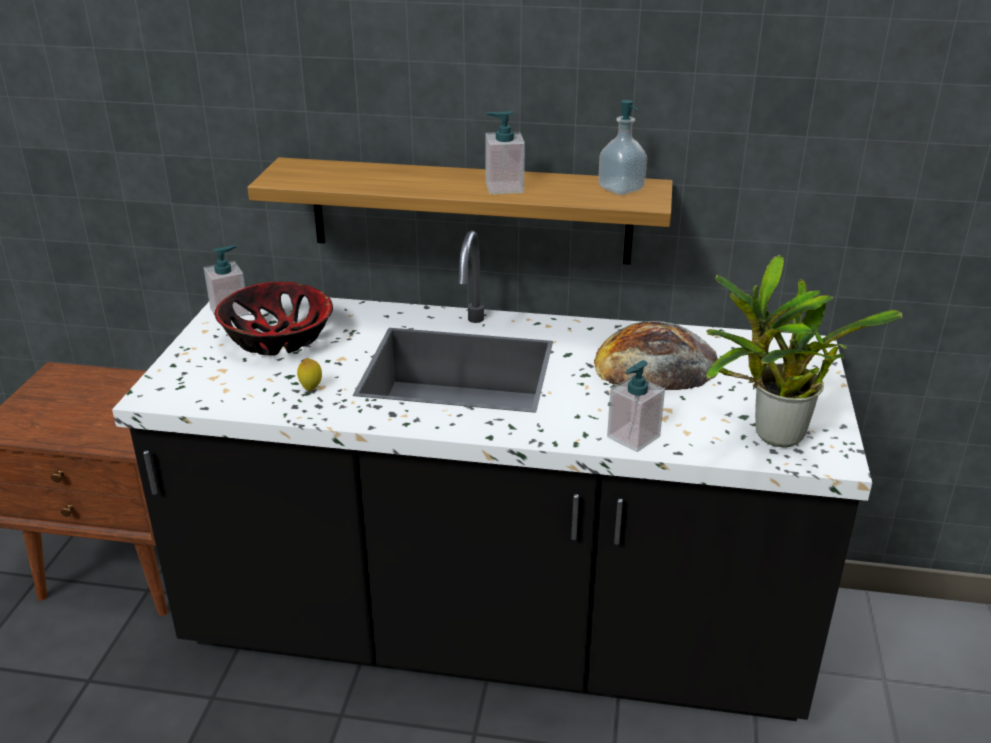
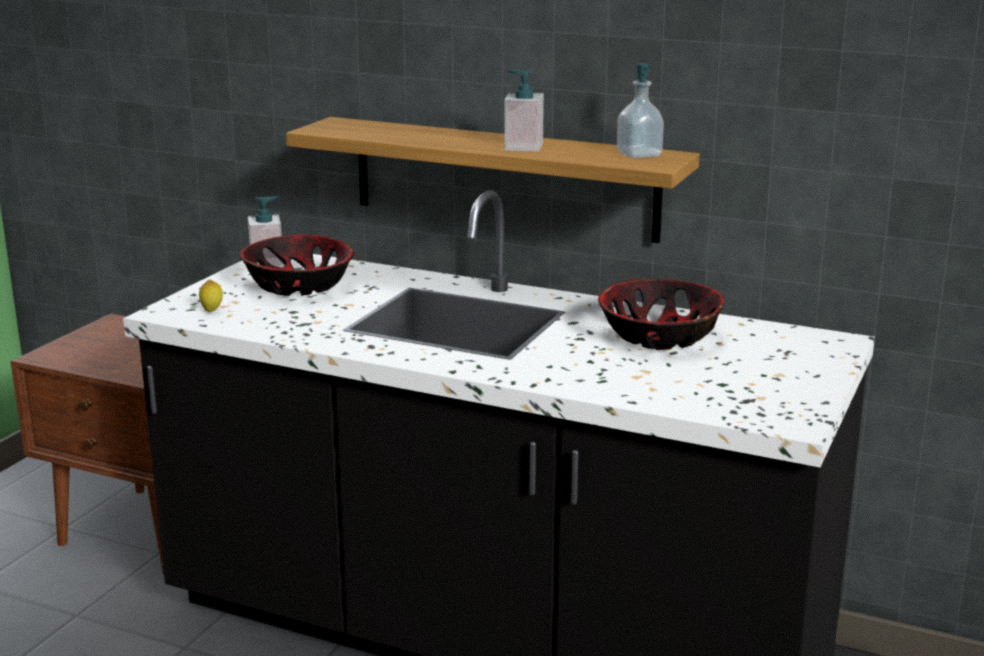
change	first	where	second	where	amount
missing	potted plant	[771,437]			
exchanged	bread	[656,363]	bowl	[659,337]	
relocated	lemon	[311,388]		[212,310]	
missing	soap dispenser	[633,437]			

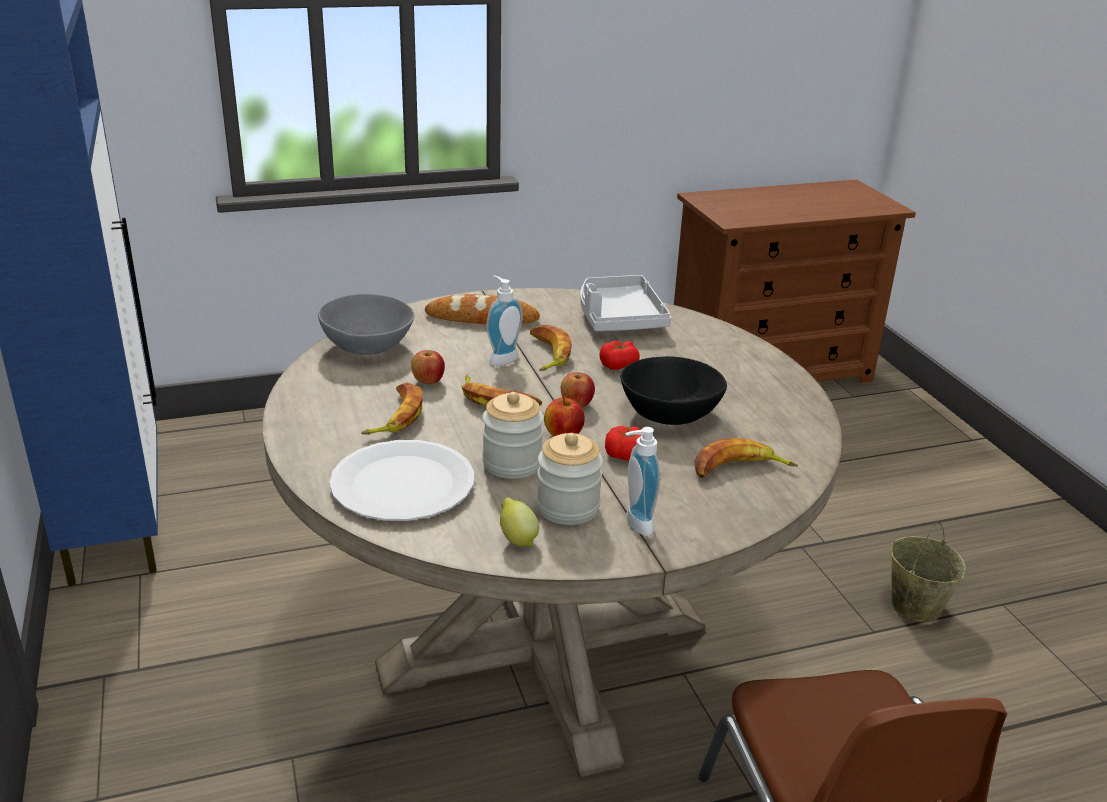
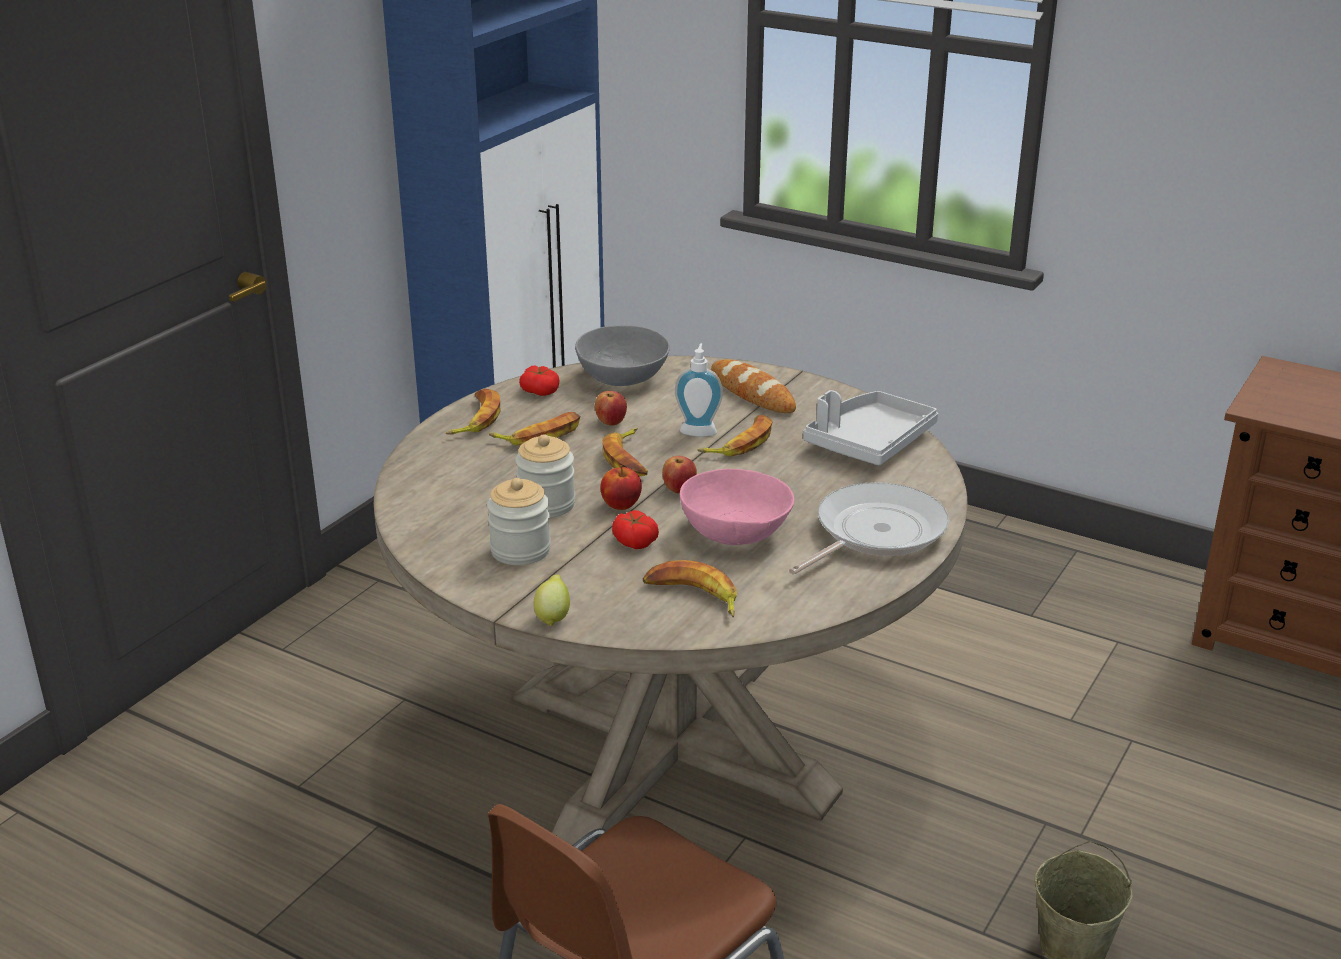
change	first	where	second	where	amount
relocated	tomato	[618,365]		[540,391]	
colour	black bowl	[669,413]	pink bowl	[735,531]	
missing	soap dispenser	[634,524]			
missing	white plate	[403,484]			
relocated	lemon	[517,539]		[553,617]	
appeared			banana	[475,419]	
appeared			frying pan	[875,533]	

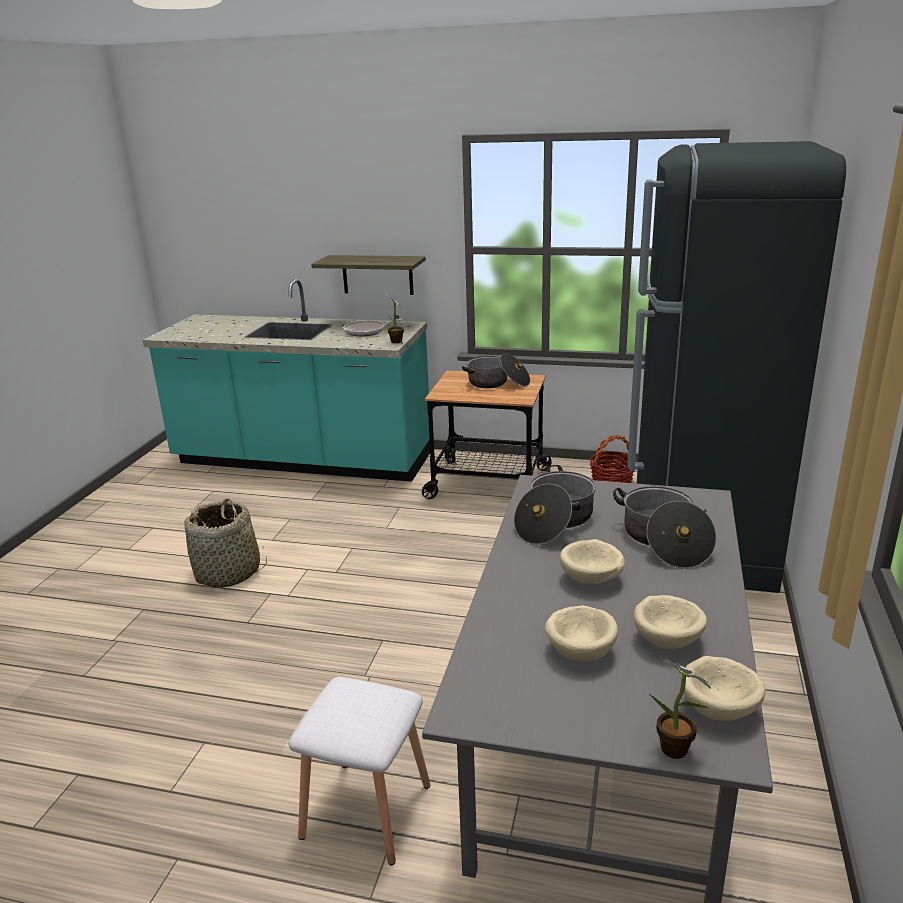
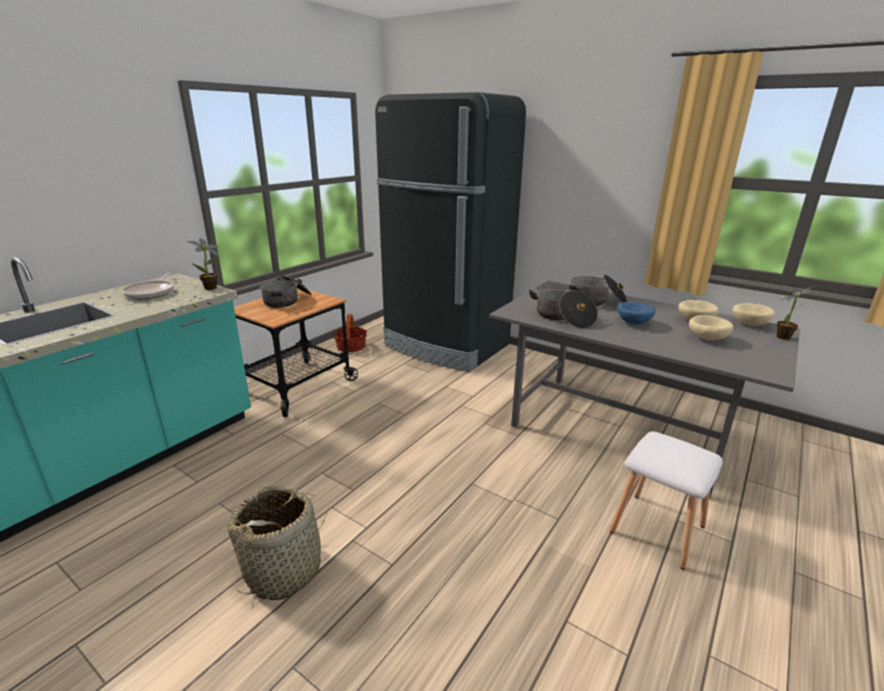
change	first	where	second	where	amount
missing	shelf	[377,274]			
colour	beige bowl	[592,579]	blue bowl	[634,322]	

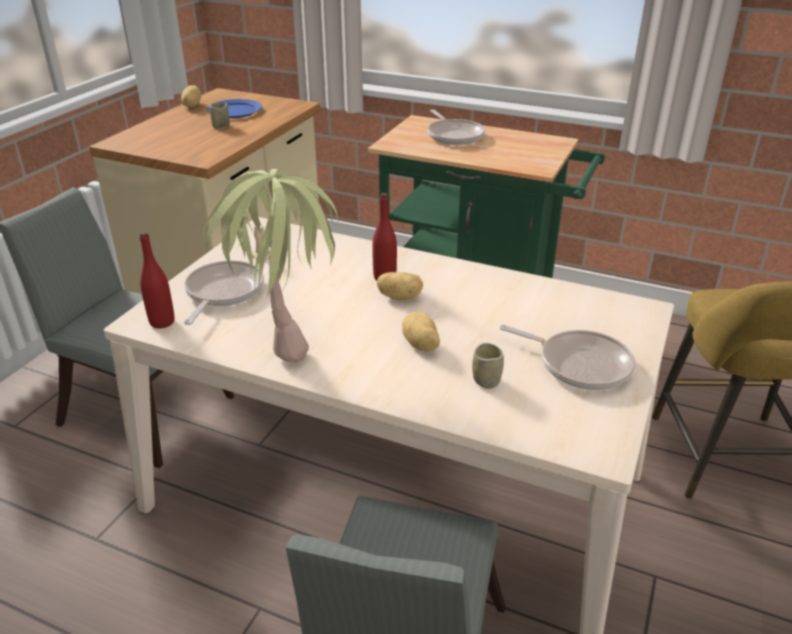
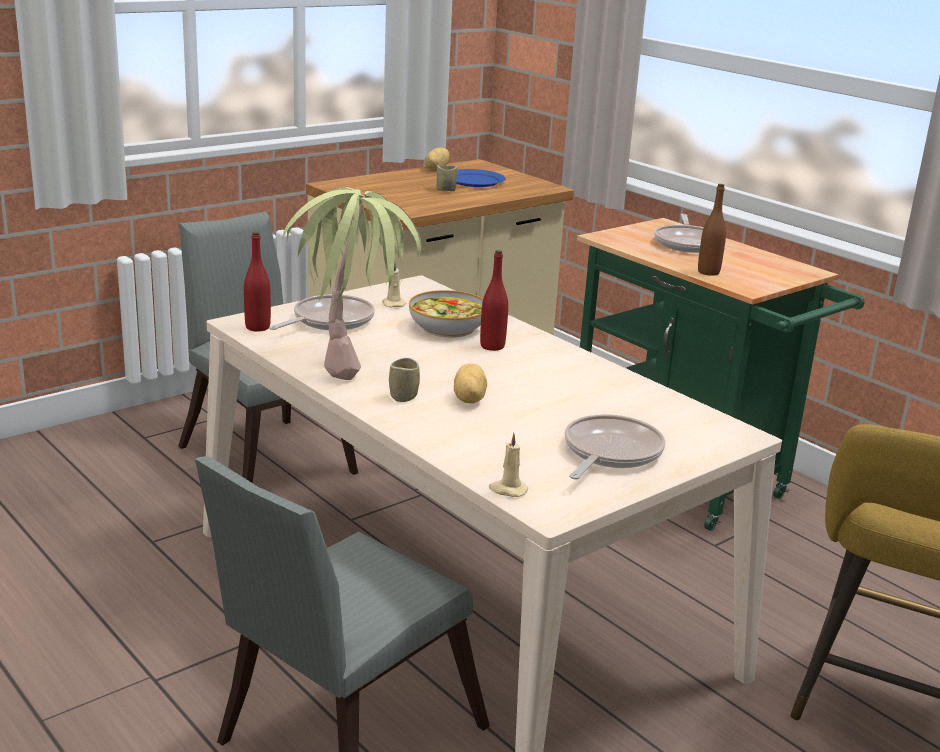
change	first	where	second	where	amount
missing	potato	[400,297]			
spun	frying pan	[579,364]		[609,452]	120 degrees counterclockwise
relocated	cup	[486,380]		[403,397]	
appeared			brown bottle	[708,272]	
appeared			bowl	[448,327]	
appeared			beige candle	[507,490]	

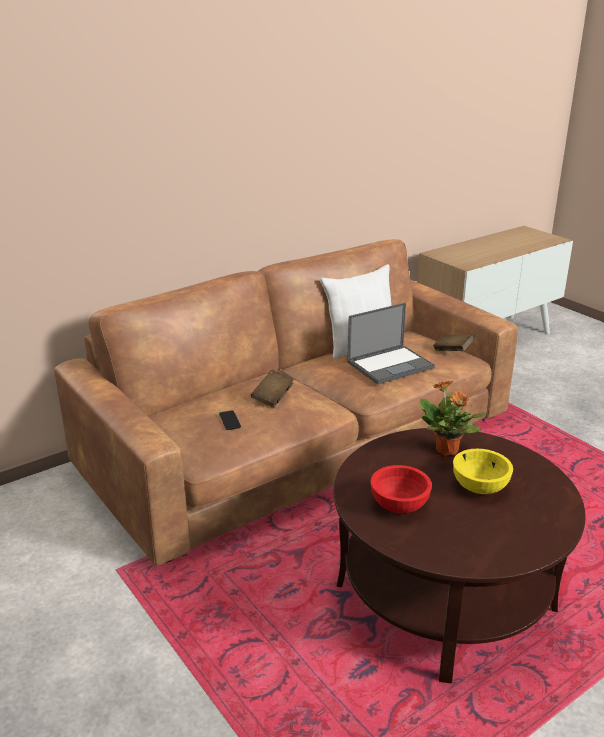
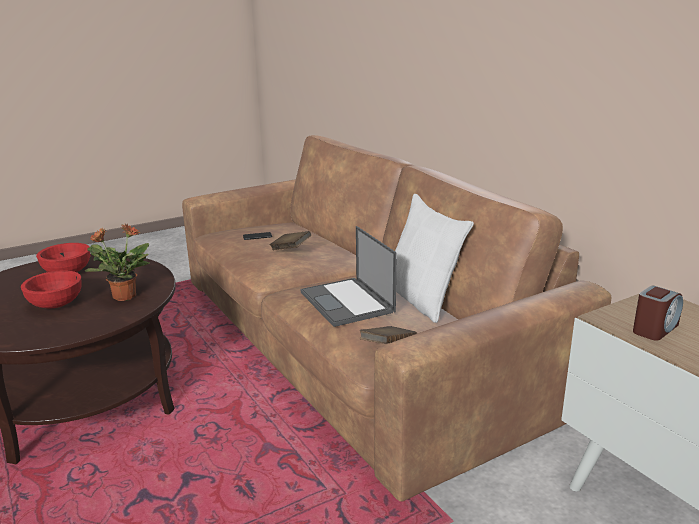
change	first	where	second	where	amount
colour	yellow bowl	[480,486]	red bowl	[56,304]	
appeared			alarm clock	[655,329]	

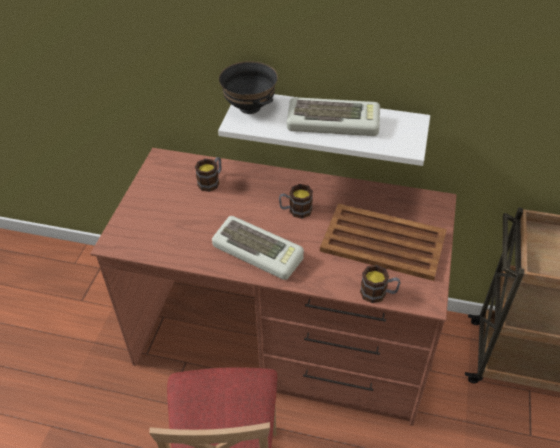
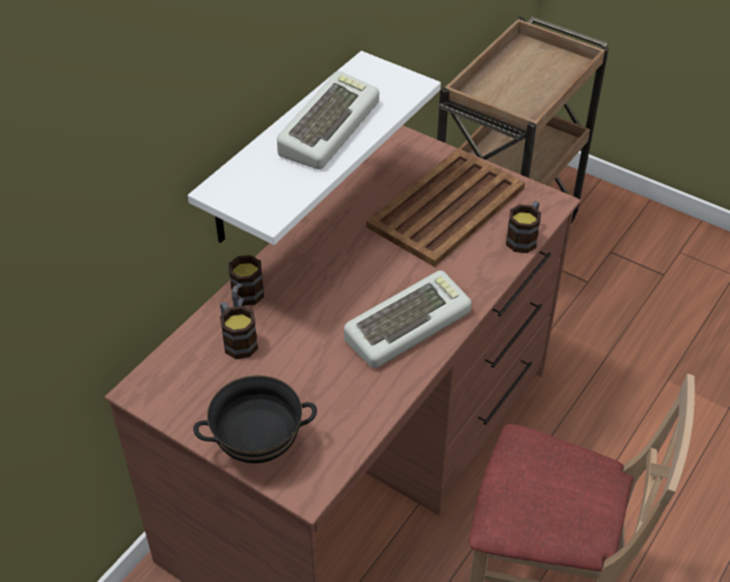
change	first	where	second	where	amount
relocated	black bowl	[249,107]		[258,448]	
relocated	mug	[295,210]		[245,299]	

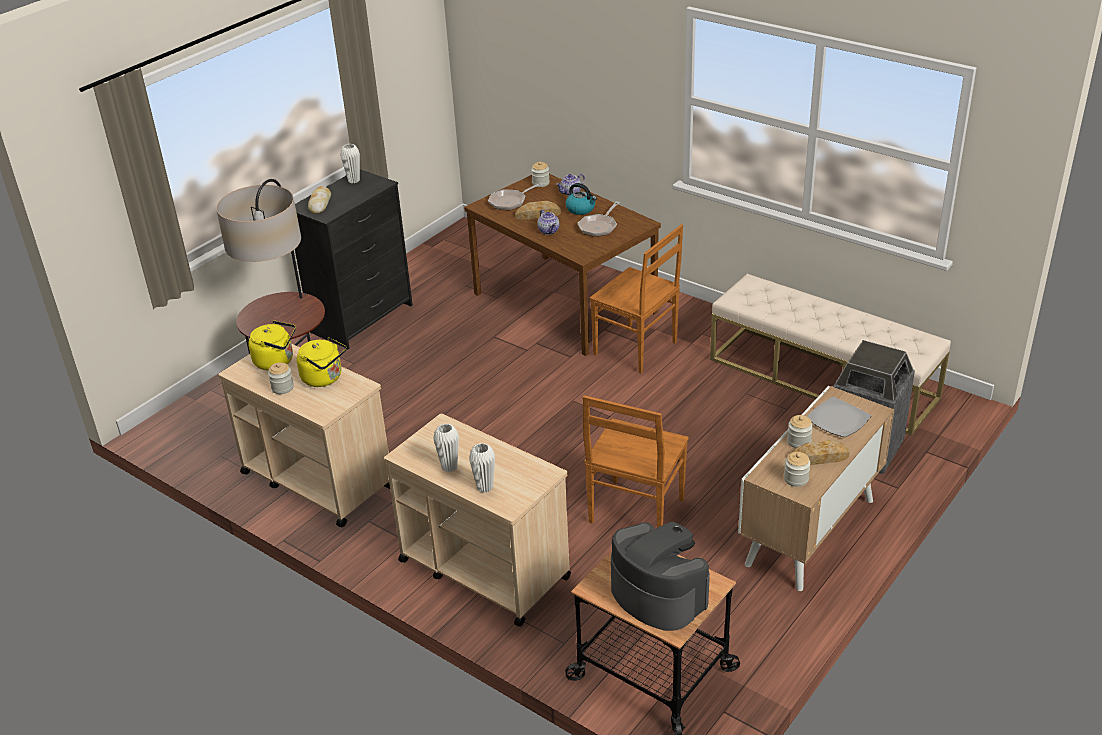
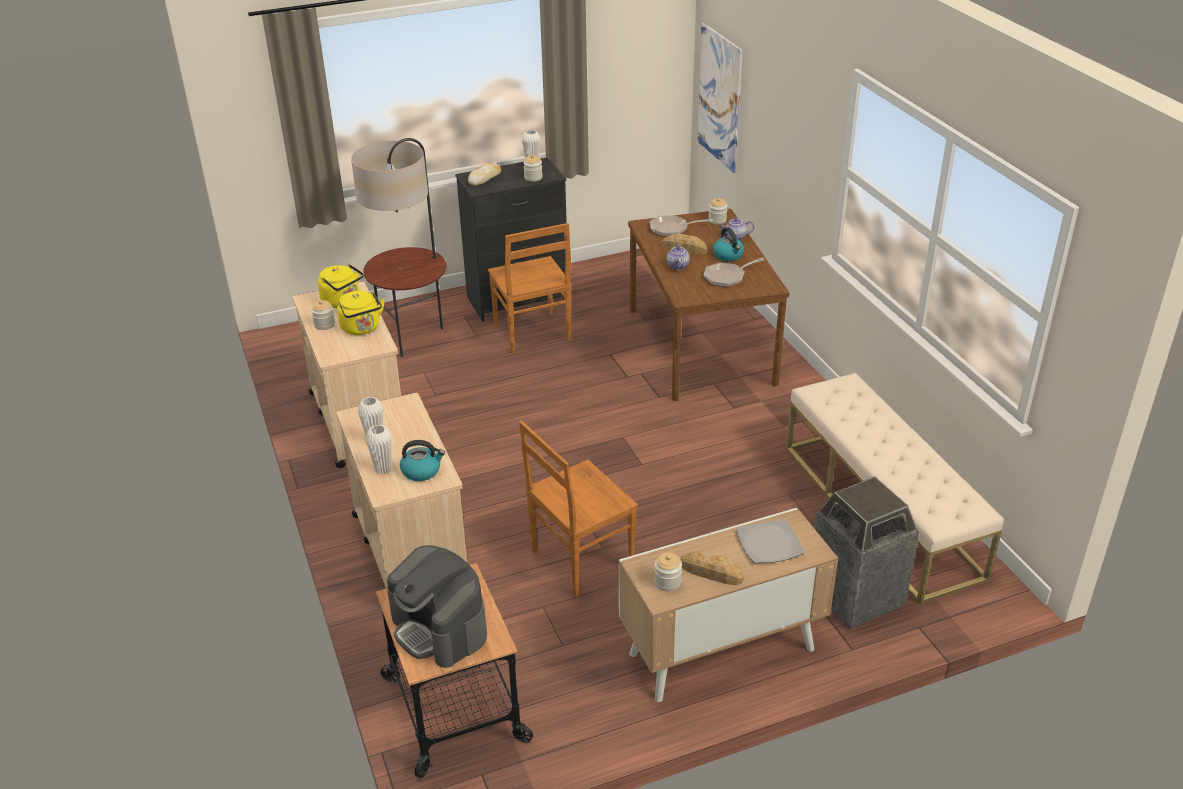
change	first	where	second	where	amount
relocated	brown chair	[637,349]		[533,334]	
relocated	jar	[799,441]		[533,177]	
spun	coffee machine	[657,594]		[440,629]	150 degrees clockwise
appeared			picture	[719,98]	
appeared			kettle	[422,471]	

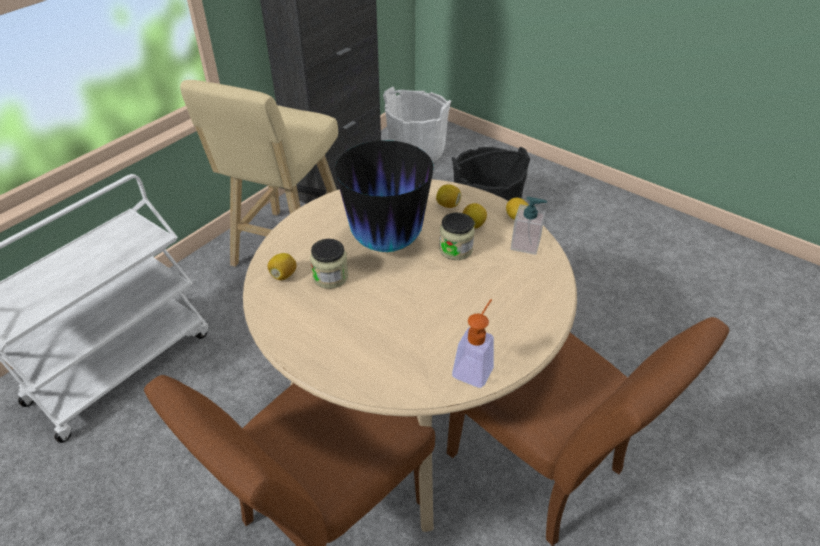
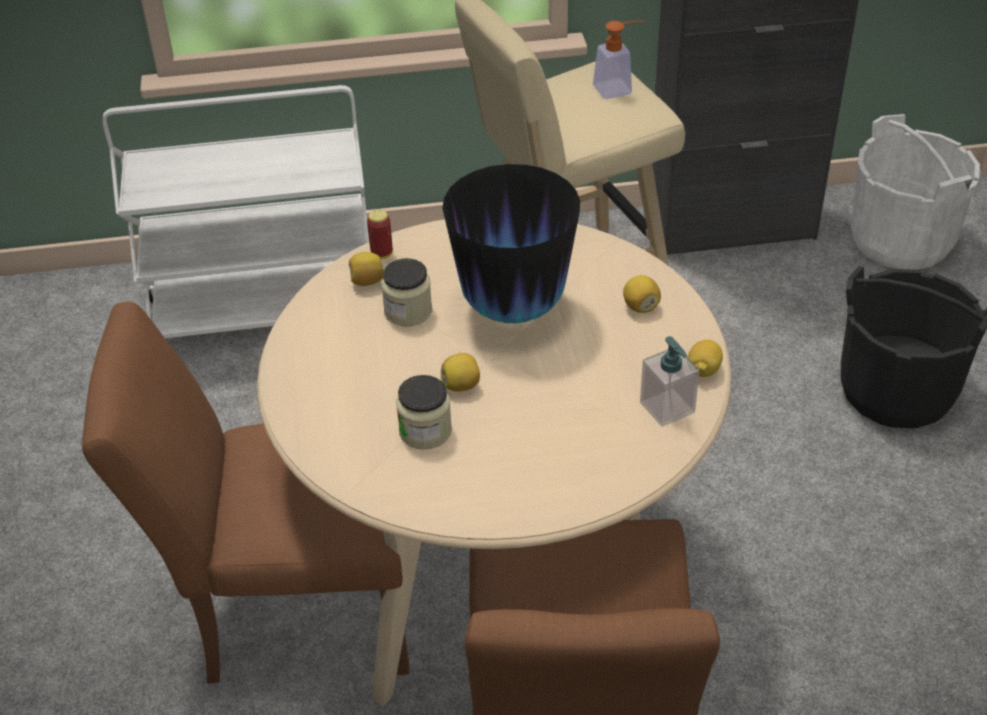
change	first	where	second	where	amount
relocated	lemon	[473,225]		[461,385]	
relocated	jar	[455,249]		[425,431]	
relocated	soap dispenser	[475,366]		[619,88]	
appeared			can	[381,254]	

